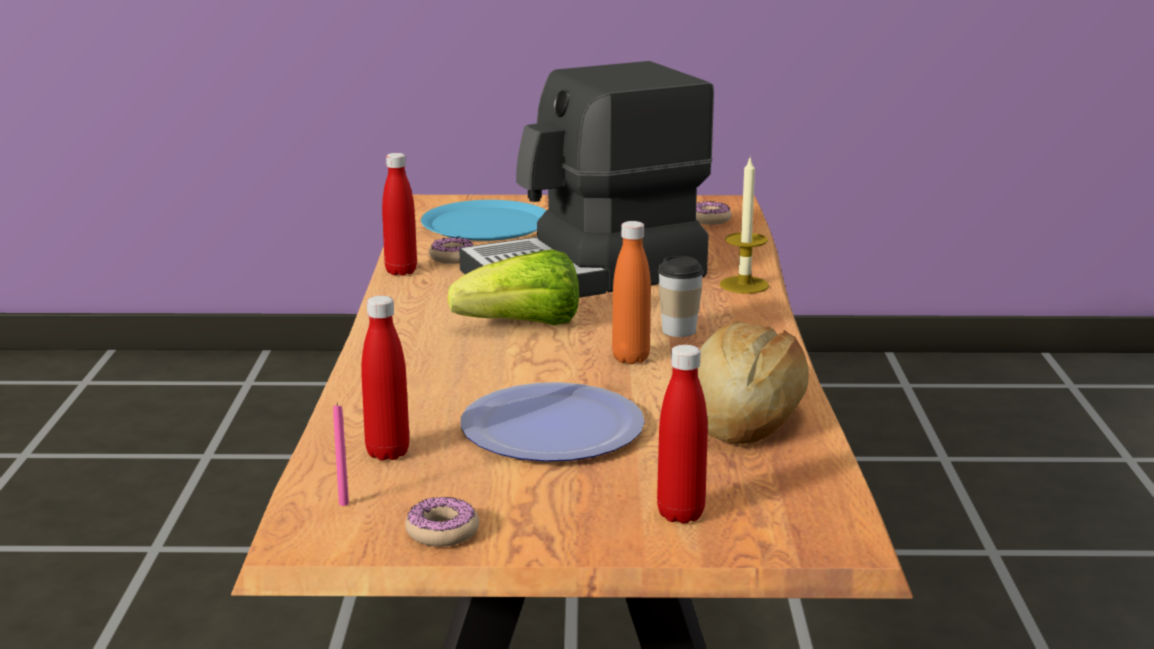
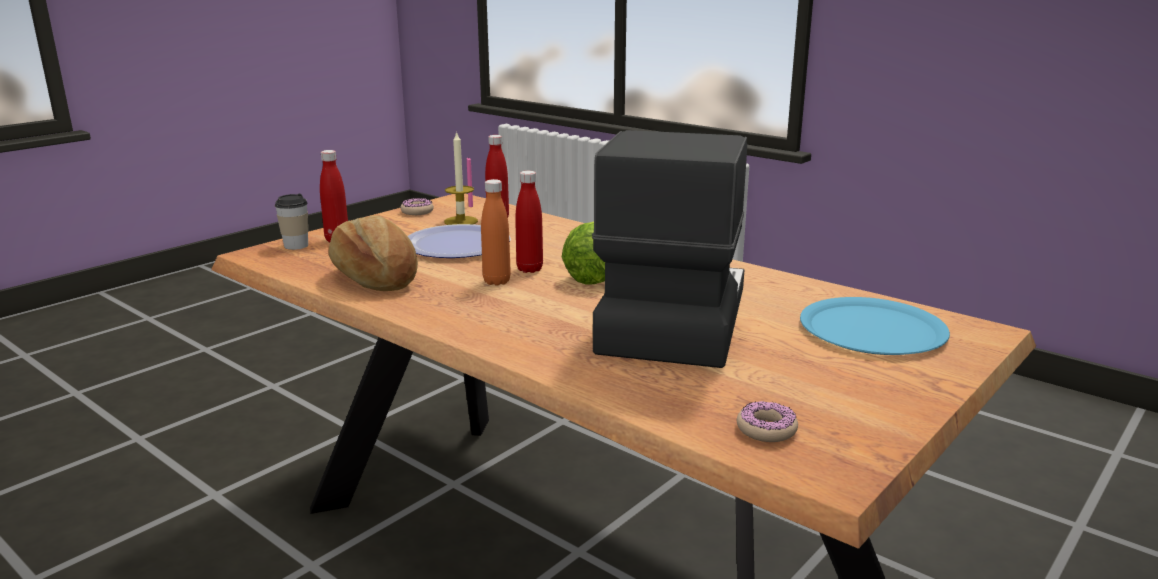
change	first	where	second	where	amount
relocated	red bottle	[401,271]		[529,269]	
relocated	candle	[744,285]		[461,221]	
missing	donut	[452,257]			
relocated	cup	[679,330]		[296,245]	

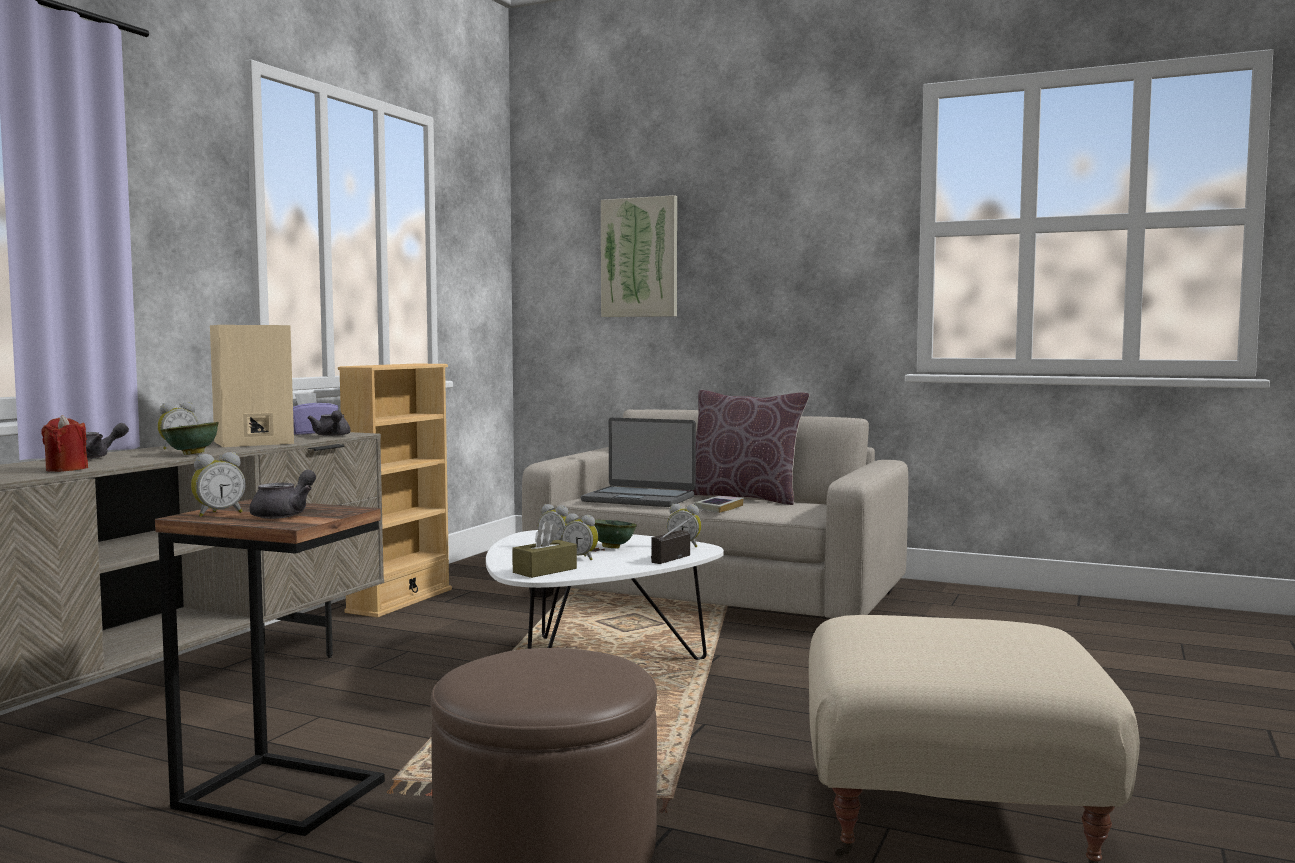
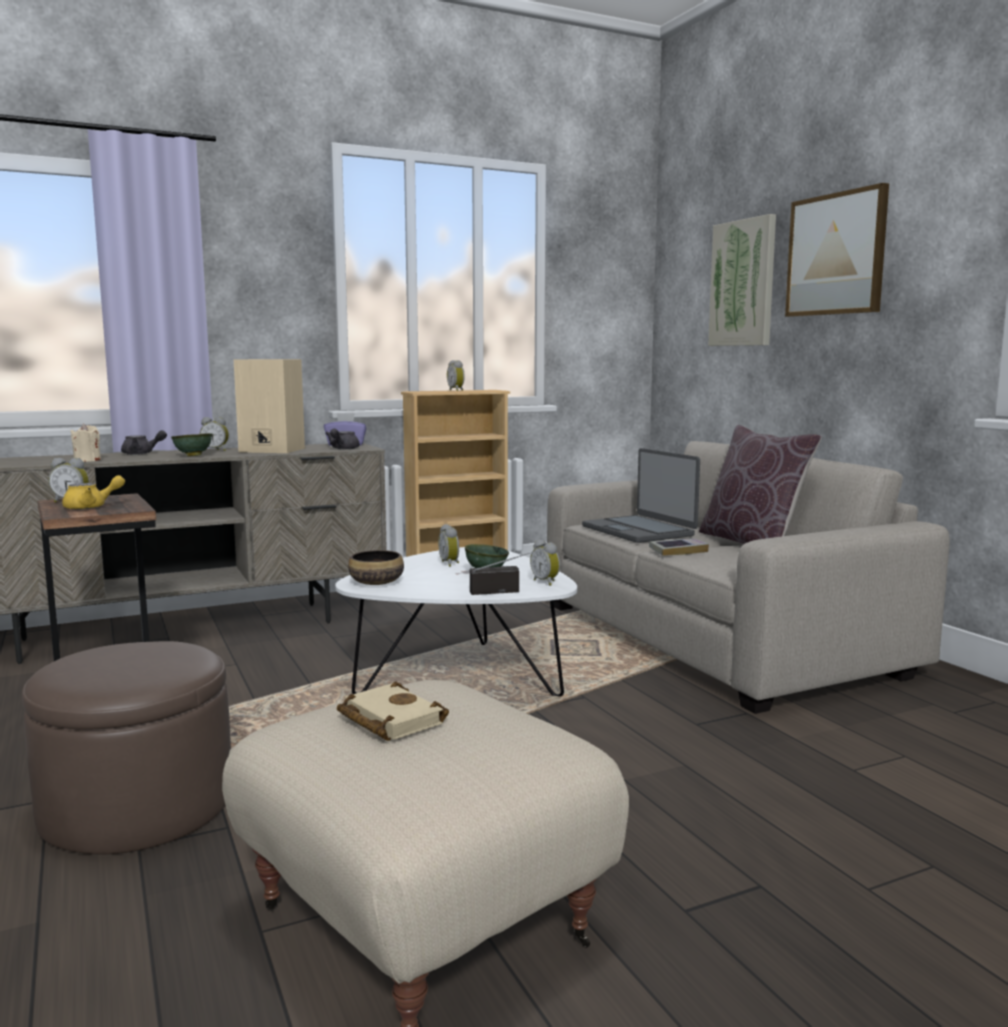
change	first	where	second	where	amount
colour	red candle	[66,469]	beige candle	[87,460]	
colour	grey teapot	[285,514]	yellow teapot	[91,507]	
relocated	alarm clock	[581,558]		[457,390]	
exchanged	brown tissue box	[545,570]	bowl	[377,582]	
appeared			picture	[836,254]	
appeared			beige book	[387,720]	

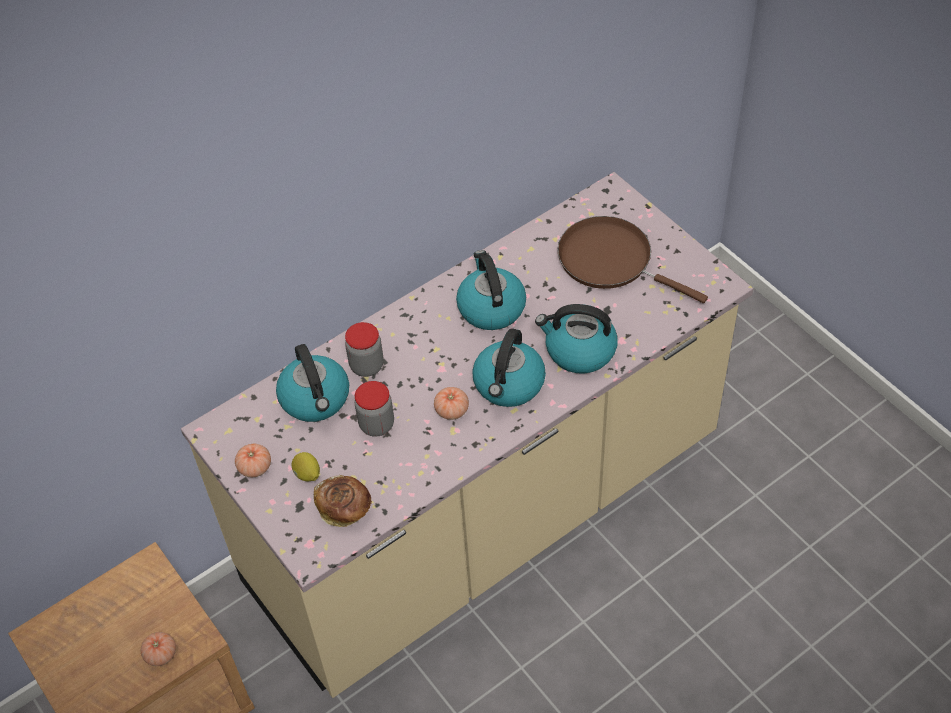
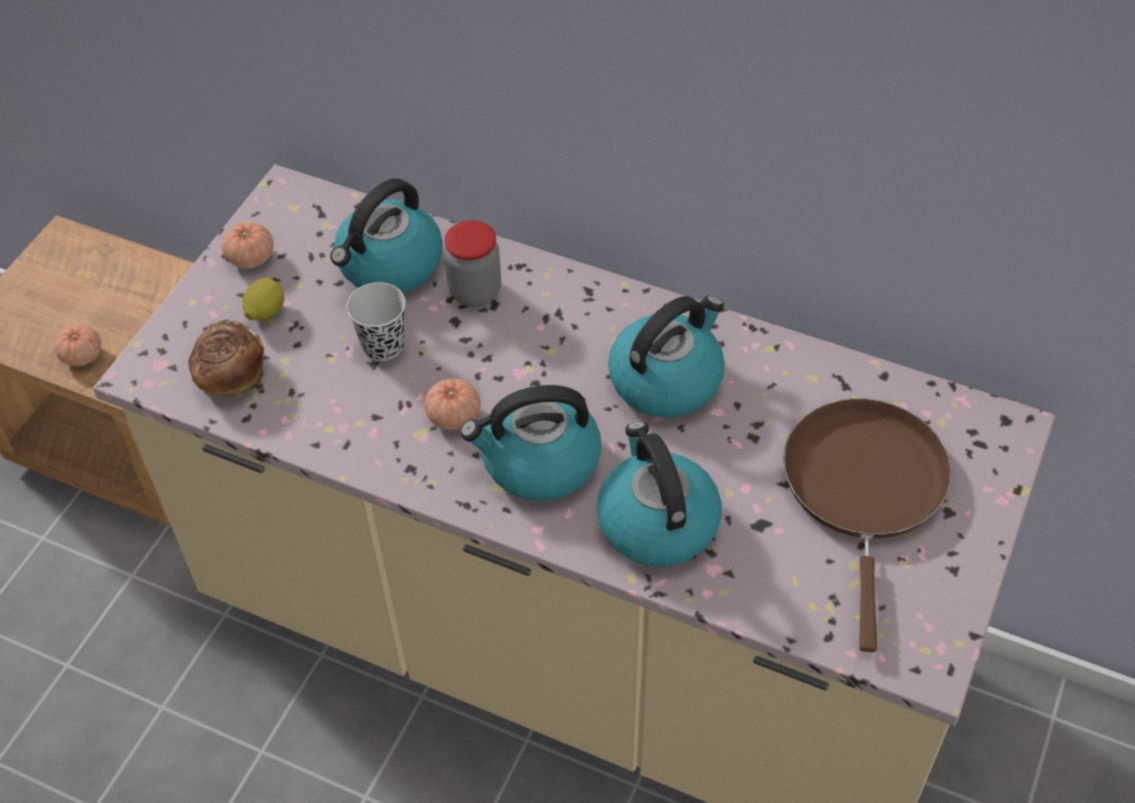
change	first	where	second	where	amount
exchanged	jar	[377,424]	black cup	[383,346]	

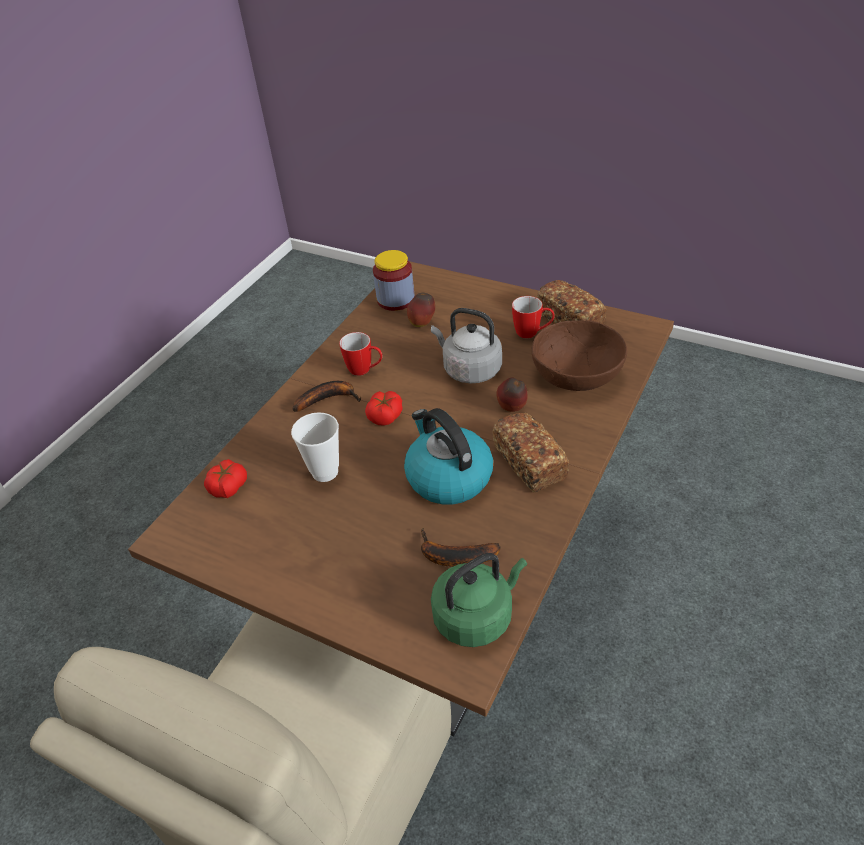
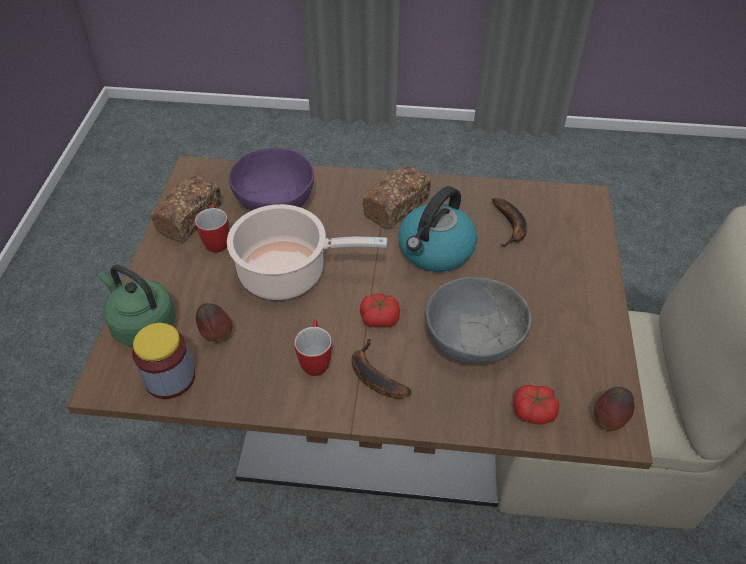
change	first	where	second	where	amount
exchanged	grey kettle	[469,369]	cooking pot	[288,273]	
colour	brown bowl	[577,375]	purple bowl	[275,199]	
relocated	apple	[512,409]		[608,420]	
exchanged	cup	[325,472]	grey bowl	[473,338]	
relocated	green kettle	[476,616]		[142,324]	

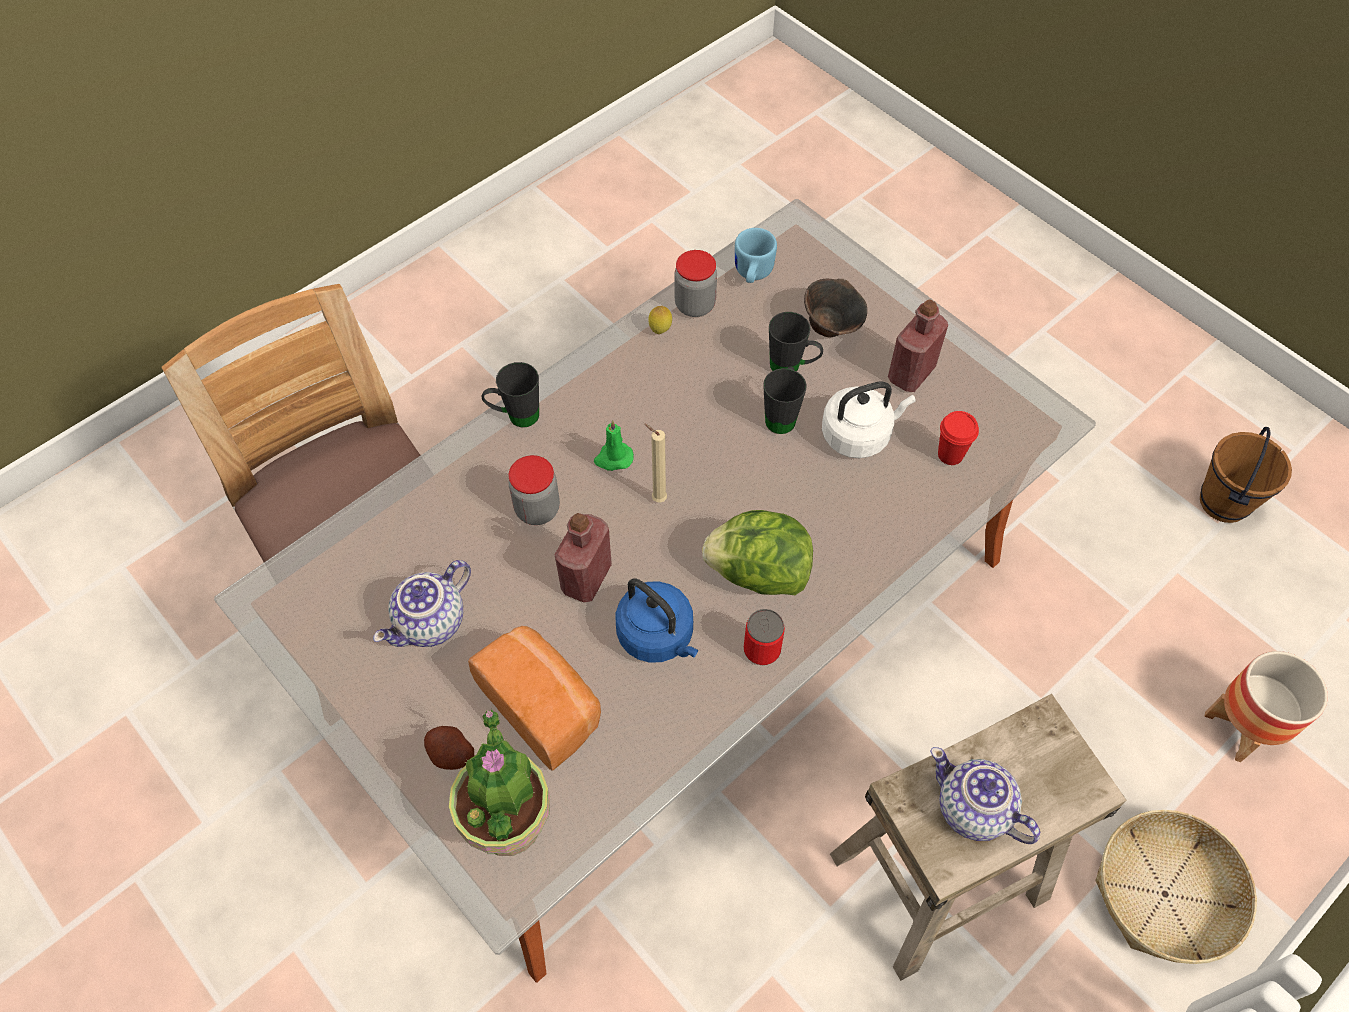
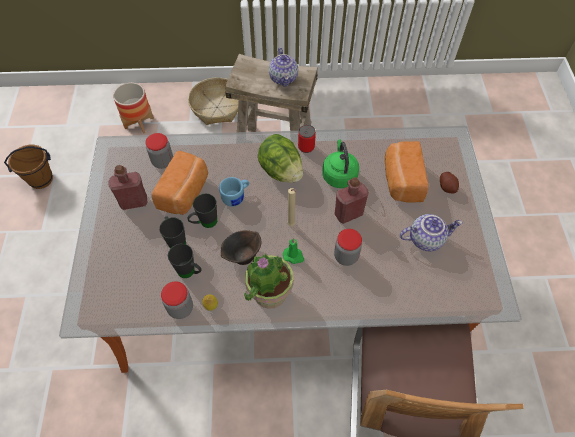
change	first	where	second	where	amount
relocated	blue mug	[752,274]		[236,197]	
relocated	brown bowl	[831,325]		[242,255]	
relocated	black mug	[515,416]		[190,272]	
exchanged	white kettle	[859,435]	bread	[185,193]	
exchanged	red cup	[950,454]	jar	[163,161]	
colour	blue kettle	[658,637]	green kettle	[339,175]	
relocated	potted plant	[509,820]		[269,293]	

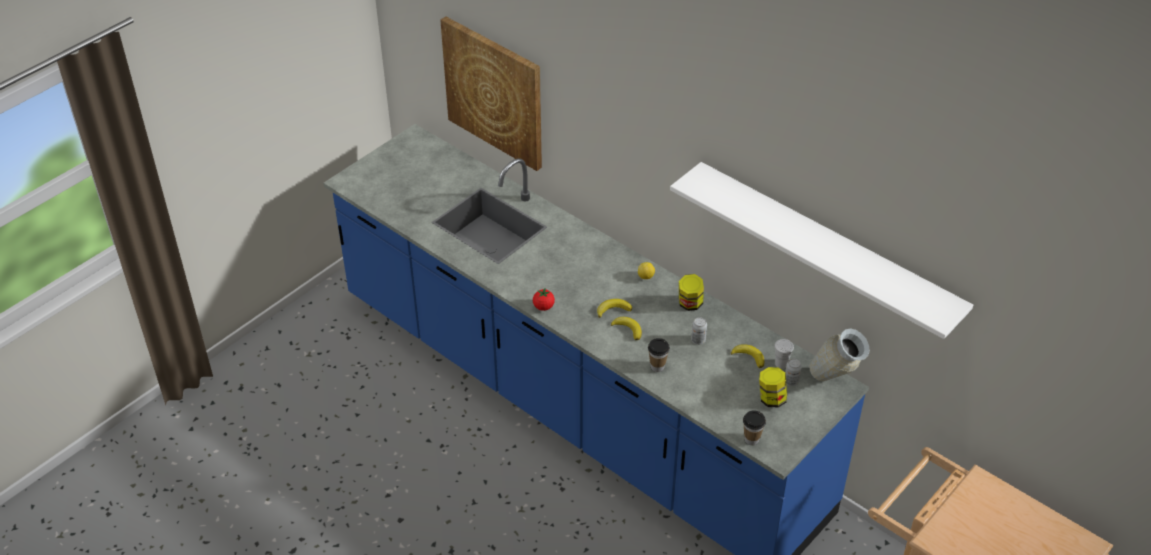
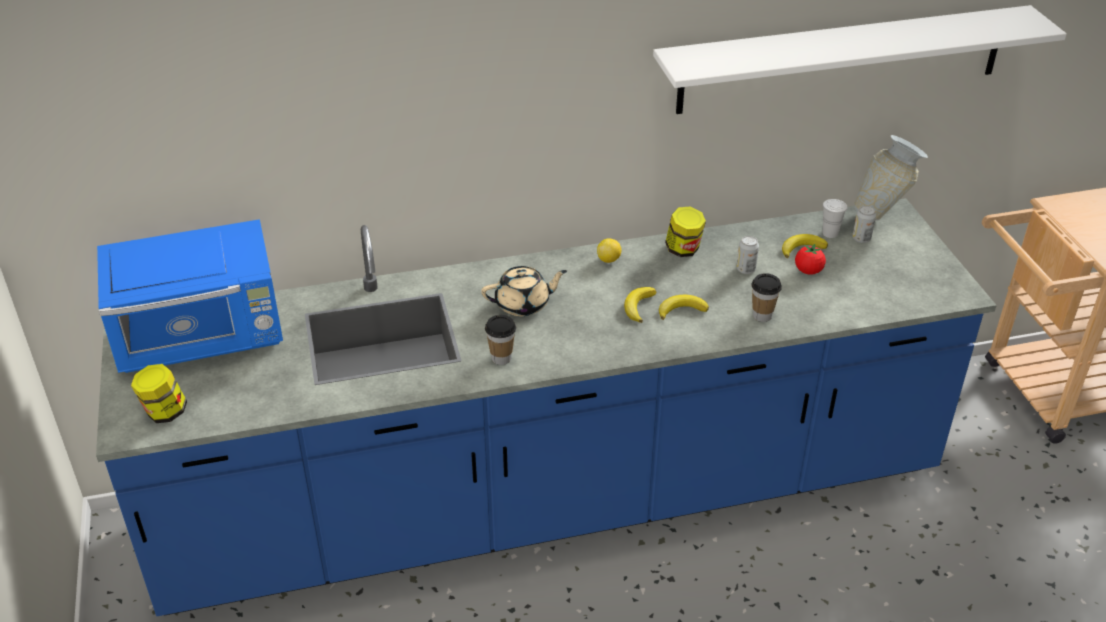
change	first	where	second	where	amount
missing	picture	[494,92]			
relocated	tomato	[543,307]		[808,271]	
relocated	jar	[771,399]		[164,412]	
relocated	cup	[751,440]		[501,358]	
appeared			blue microwave	[203,338]	
appeared			beige teapot	[523,304]	

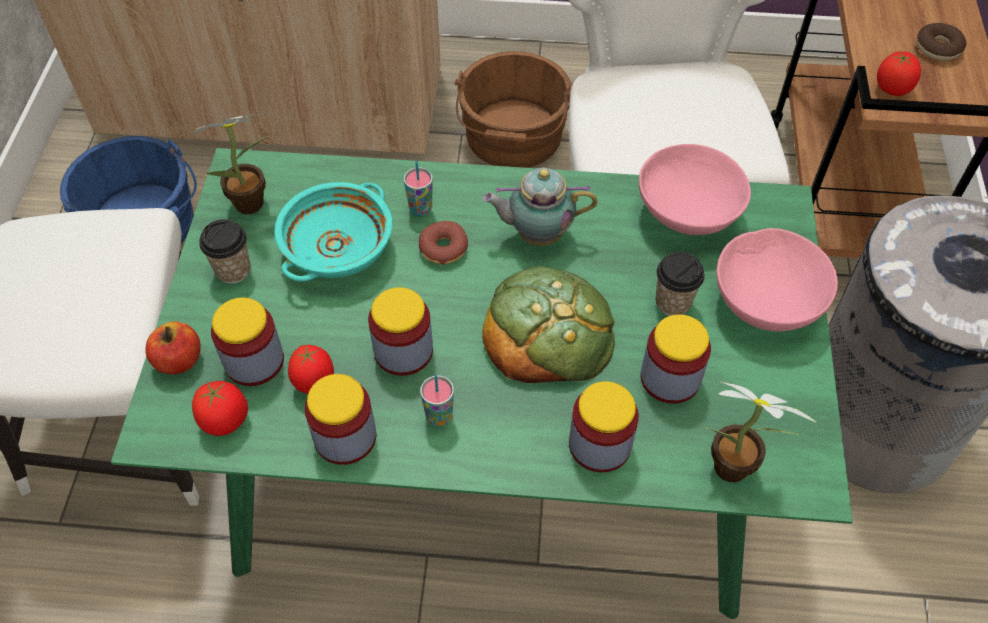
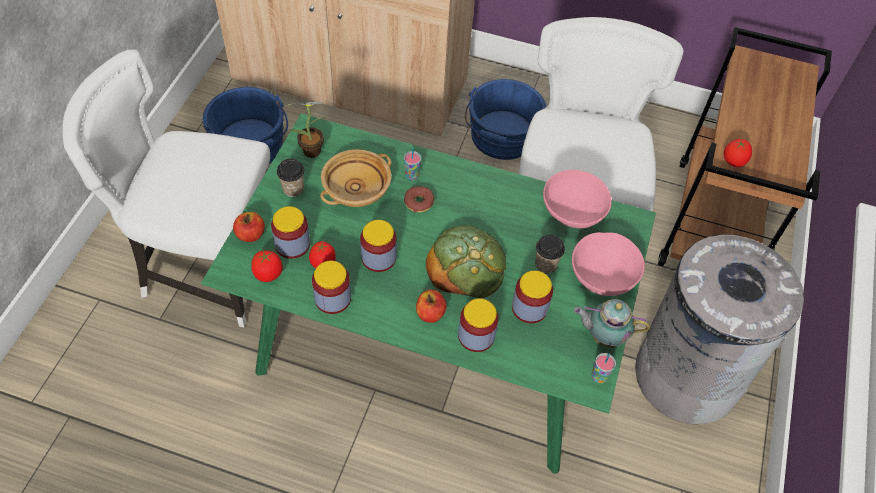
change	first	where	second	where	amount
missing	donut	[938,48]			
colour	brown bucket	[513,139]	blue bucket	[501,138]	
relocated	teapot	[536,234]		[603,336]	
colour	turquoise bowl	[338,250]	beige bowl	[356,190]	
relocated	cup	[439,416]		[599,377]	
missing	potted plant	[736,470]			
appeared			apple	[430,313]	

